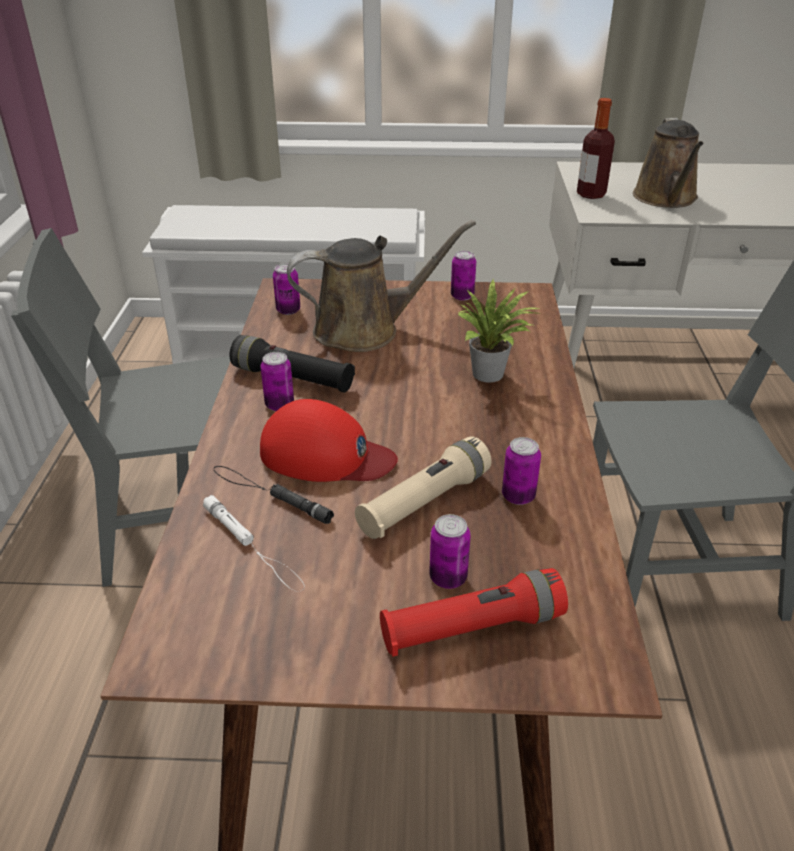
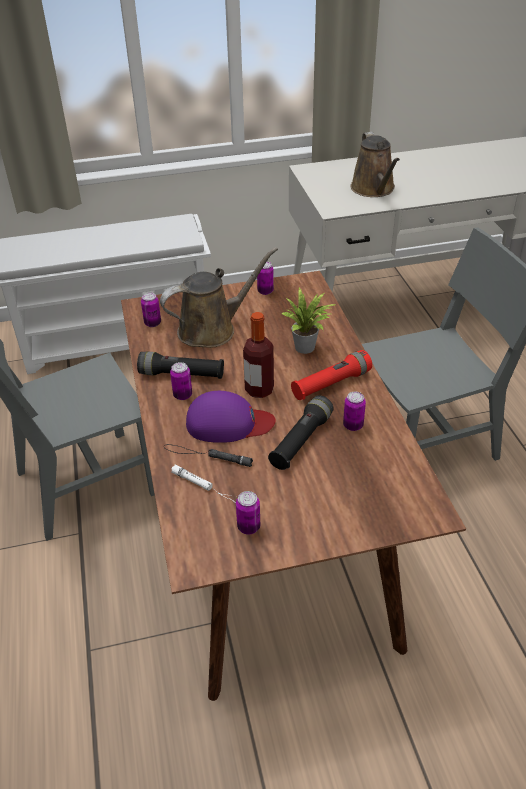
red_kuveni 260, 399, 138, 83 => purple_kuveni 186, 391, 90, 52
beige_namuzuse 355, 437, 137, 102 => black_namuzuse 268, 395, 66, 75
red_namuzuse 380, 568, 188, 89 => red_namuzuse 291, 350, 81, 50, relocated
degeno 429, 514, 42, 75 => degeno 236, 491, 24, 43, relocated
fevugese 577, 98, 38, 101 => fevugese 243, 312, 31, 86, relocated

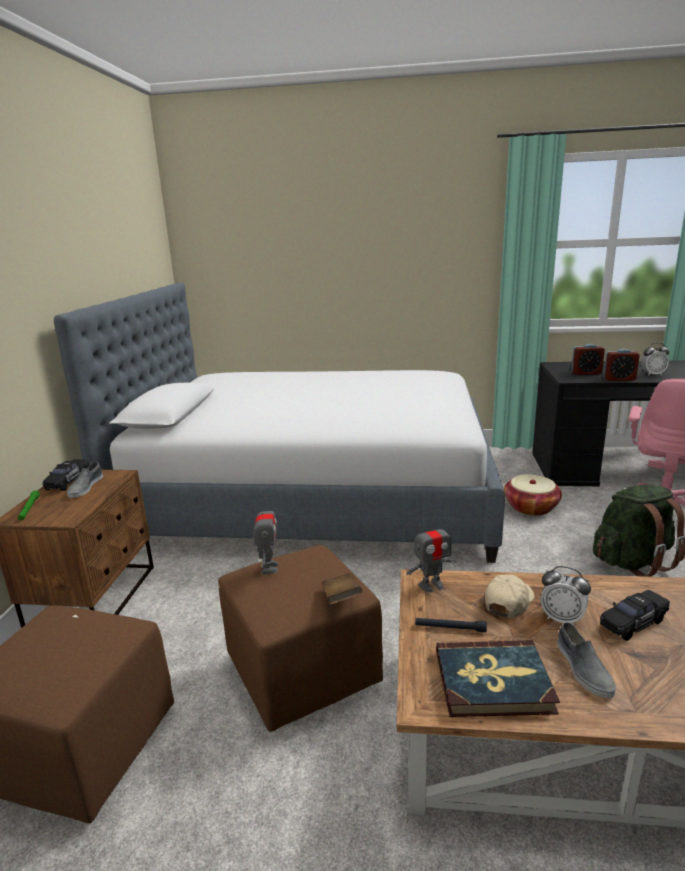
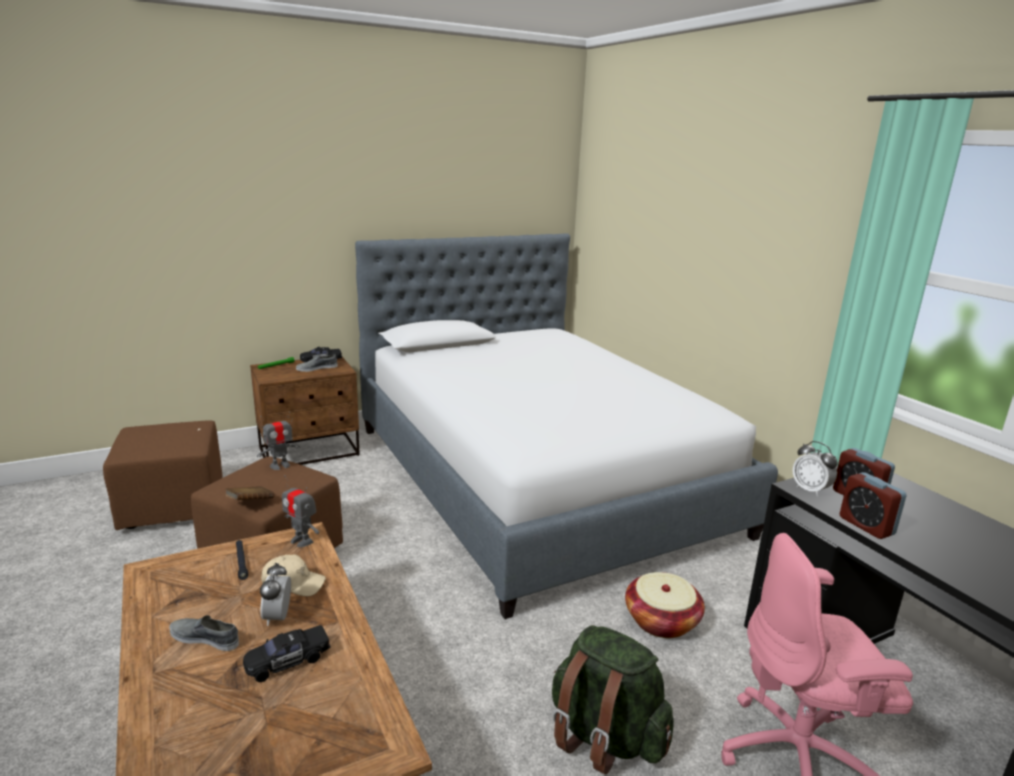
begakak 436, 640, 124, 77 => nothing
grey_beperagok 557, 622, 59, 76 => grey_beperagok 169, 615, 70, 36, 60 degrees clockwise
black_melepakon 600, 590, 70, 51 => black_melepakon 243, 625, 88, 57, 60 degrees counterclockwise
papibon 640, 343, 29, 33 => papibon 792, 441, 46, 56, relocated

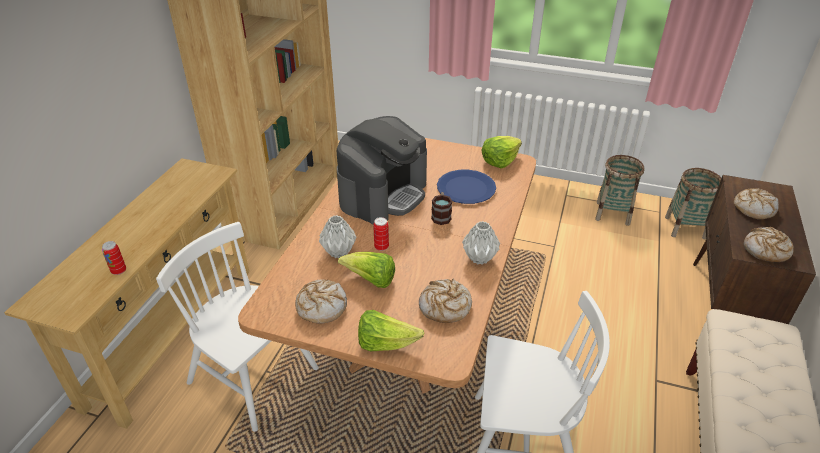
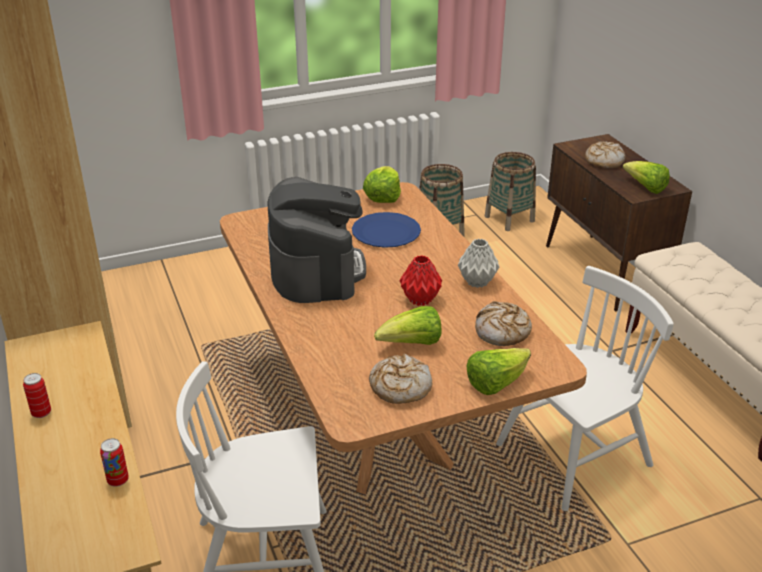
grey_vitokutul 319, 215, 37, 43 => nothing
degeno 373, 217, 16, 34 => degeno 23, 373, 28, 45, relocated
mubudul 431, 192, 21, 33 => nothing
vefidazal 744, 227, 50, 35 => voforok 623, 161, 47, 33
nothing => red_vitokutul 400, 255, 42, 51

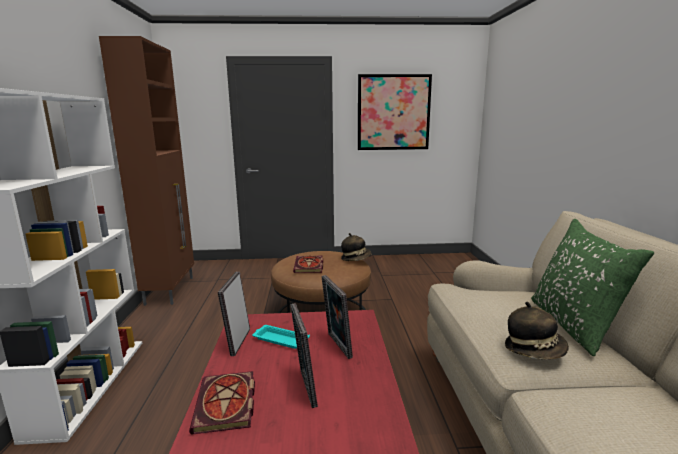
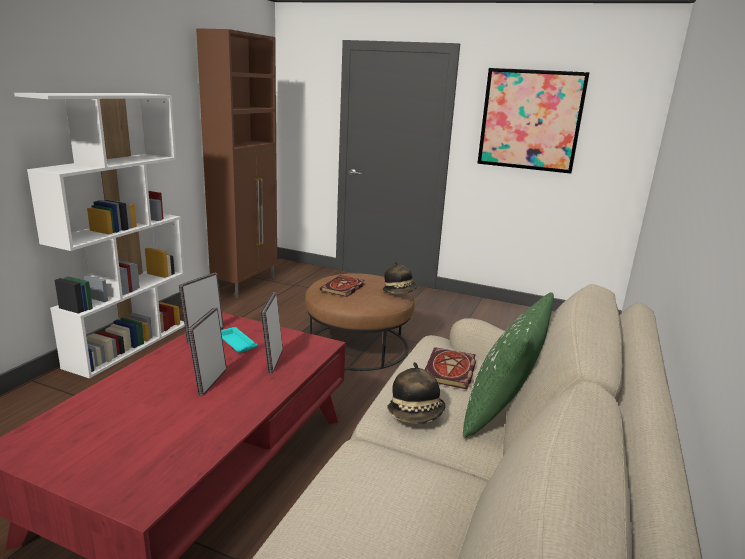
begakak 189, 371, 66, 64 => begakak 425, 347, 51, 43, relocated

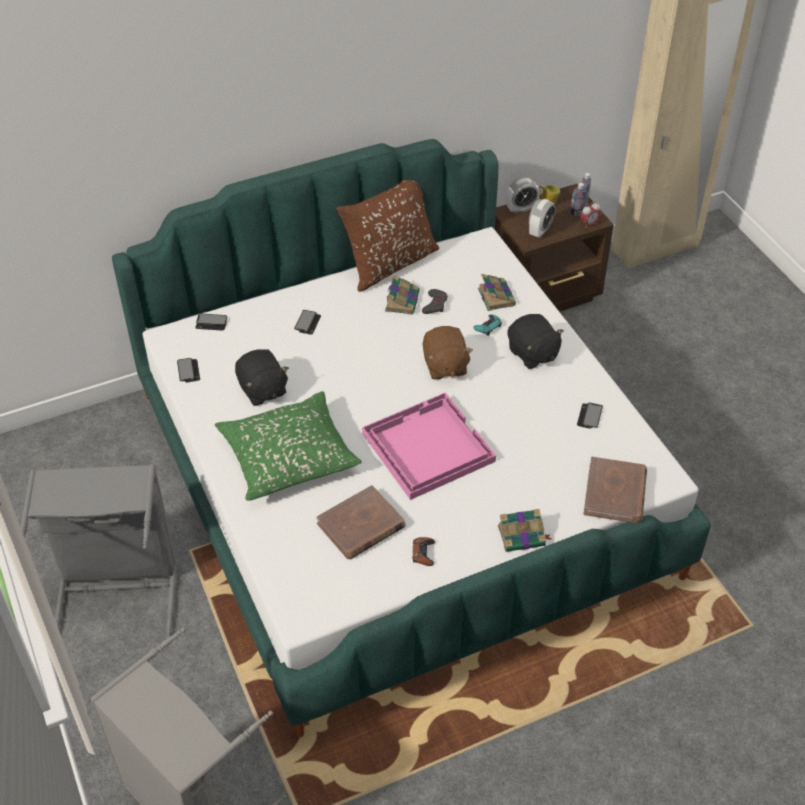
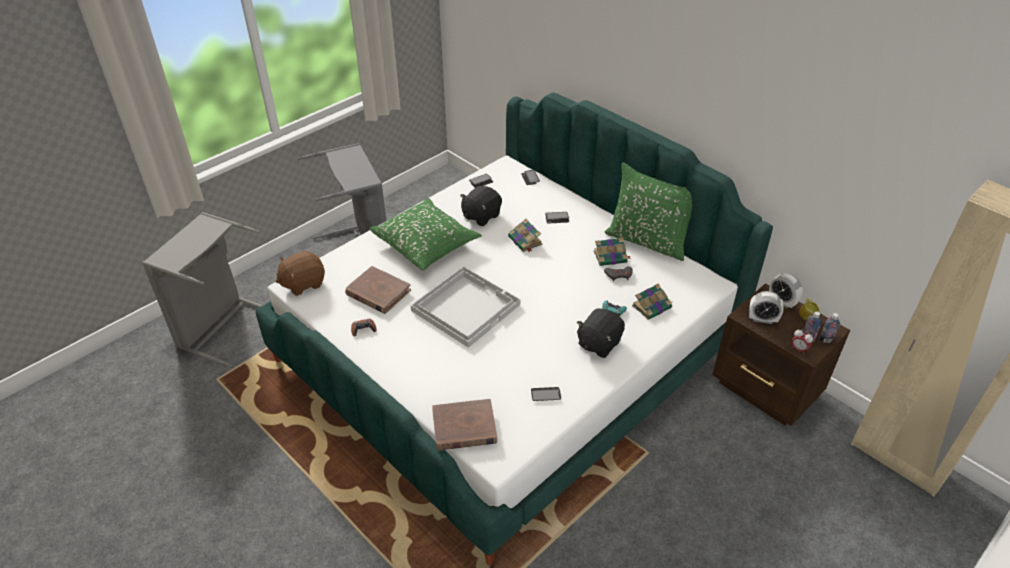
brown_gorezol 336, 180, 103, 112 => green_gorezol 605, 162, 87, 99
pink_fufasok 362, 392, 134, 108 => white_fufasok 410, 266, 110, 82
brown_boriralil 422, 326, 51, 54 => brown_boriralil 276, 251, 49, 45, relocated
begakak 498, 509, 53, 43 => begakak 508, 219, 35, 34, relocated

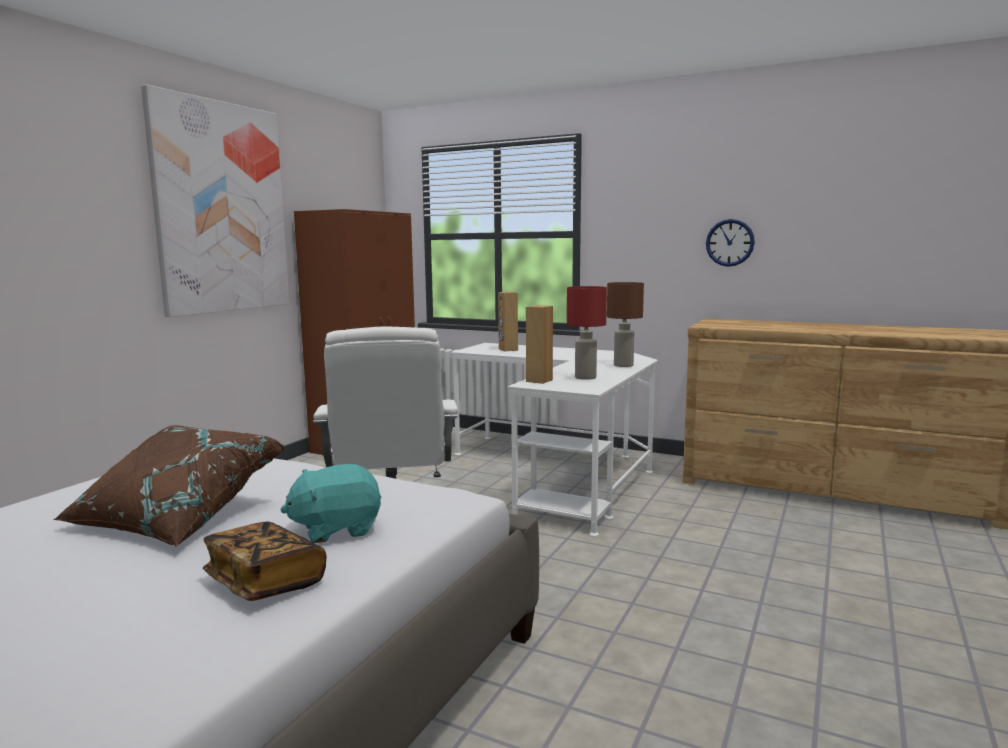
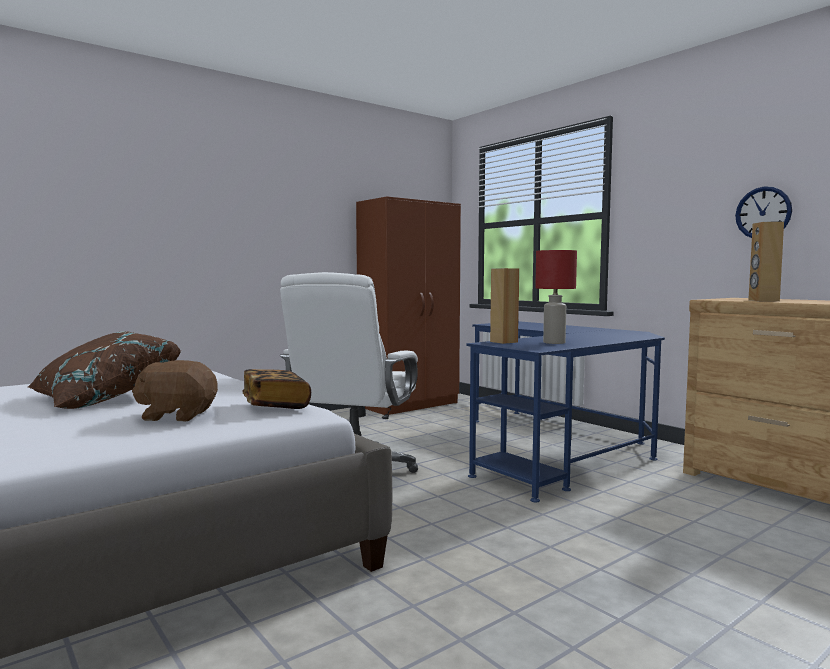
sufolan 141, 85, 148, 232 => nothing
begakak 203, 522, 123, 79 => begakak 242, 369, 69, 40, relocated
turquoise_boriralil 281, 464, 100, 79 => brown_boriralil 132, 360, 86, 61
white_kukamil 450, 343, 208, 194 => blue_kukamil 466, 321, 199, 181
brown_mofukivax 498, 292, 20, 60 => brown_mofukivax 748, 222, 36, 79, relocated
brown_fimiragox 607, 282, 37, 85 => nothing

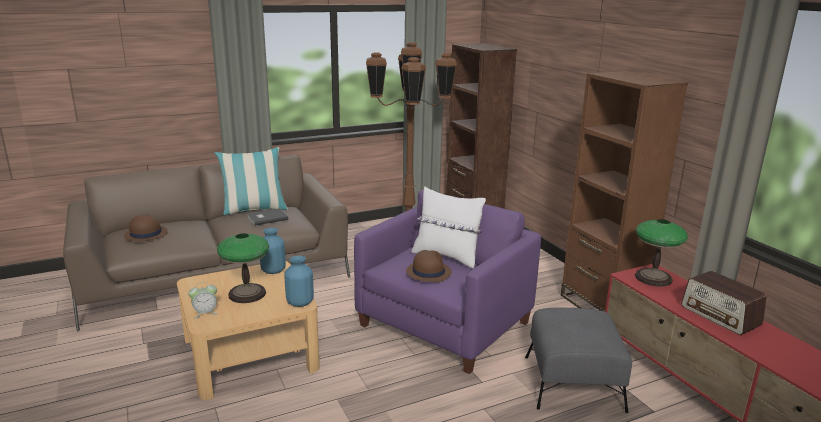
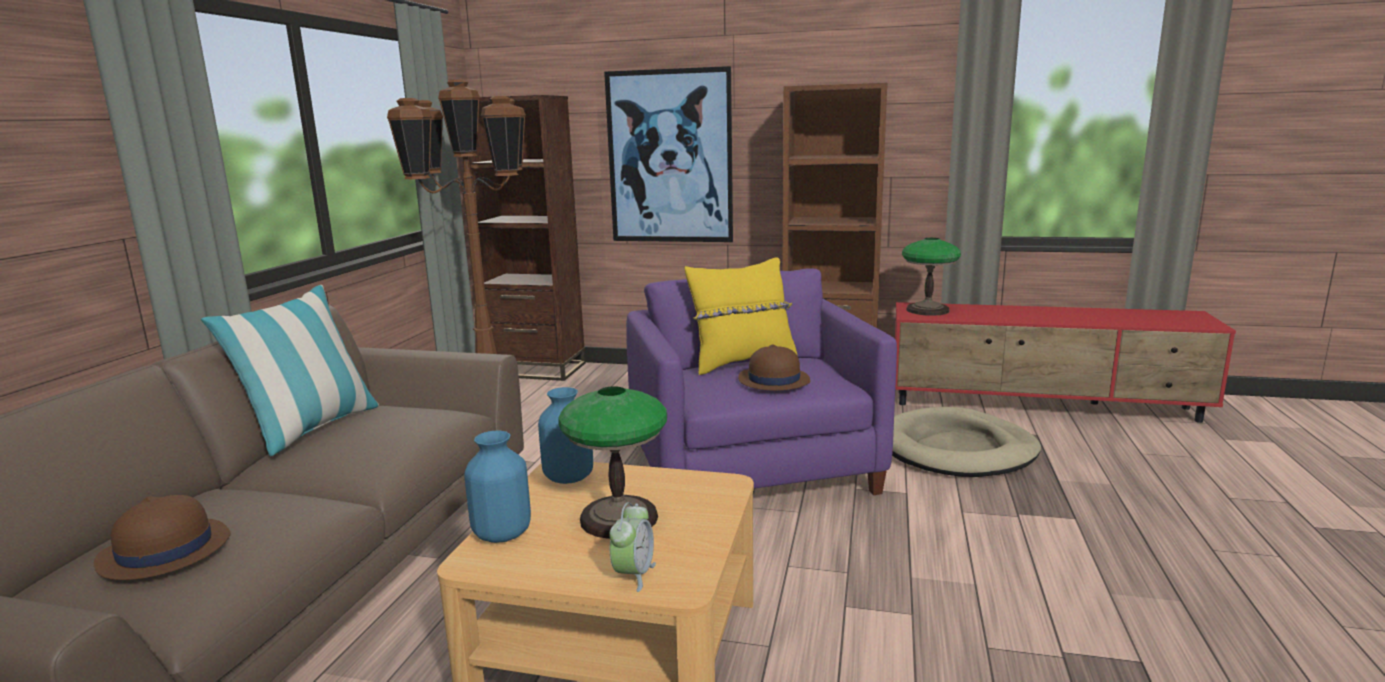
grey_begakak 247, 208, 41, 18 => nothing
blue_vitokutul 284, 256, 30, 51 => blue_vitokutul 464, 430, 67, 113, relocated
white_gorezol 411, 187, 75, 82 => yellow_gorezol 684, 257, 113, 118
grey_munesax 525, 308, 107, 105 => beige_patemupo 892, 407, 149, 70
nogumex 681, 271, 85, 64 => nothing
nothing => sufolan 604, 66, 129, 176

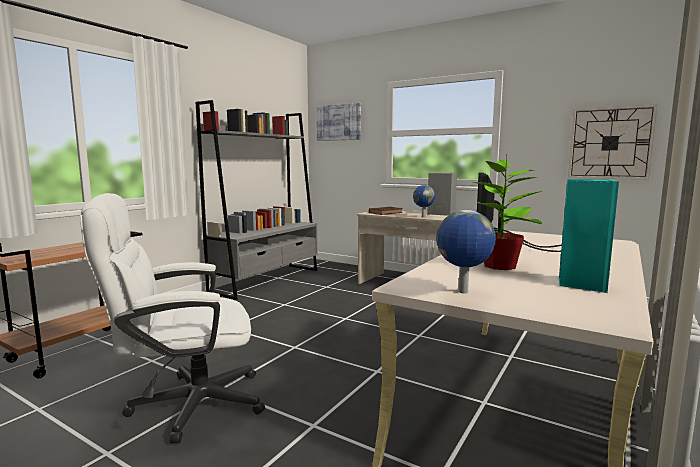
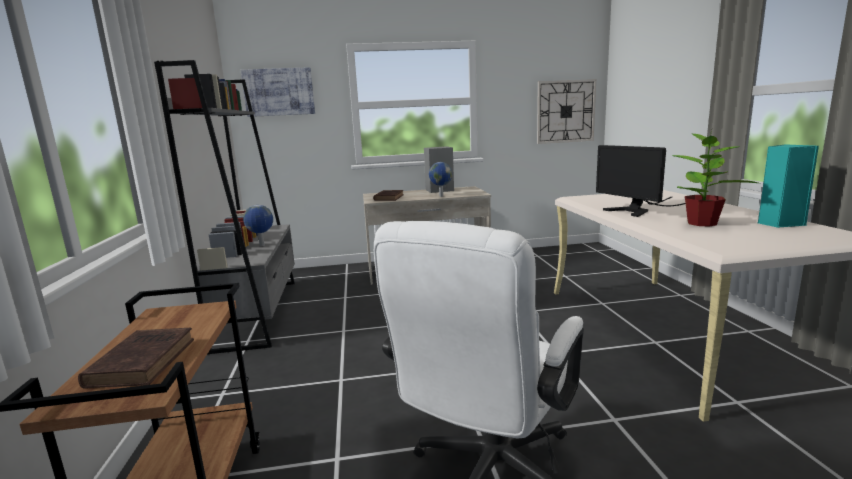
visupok 436, 210, 60, 84 => visupok 243, 205, 30, 41, relocated
nothing => brown_begakak 78, 328, 116, 61

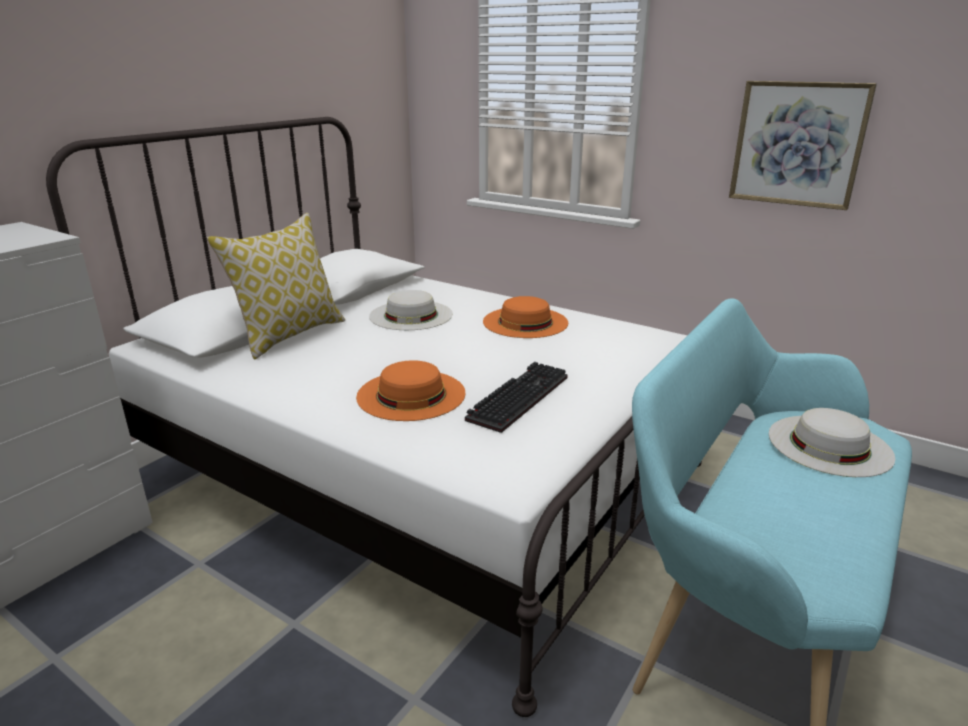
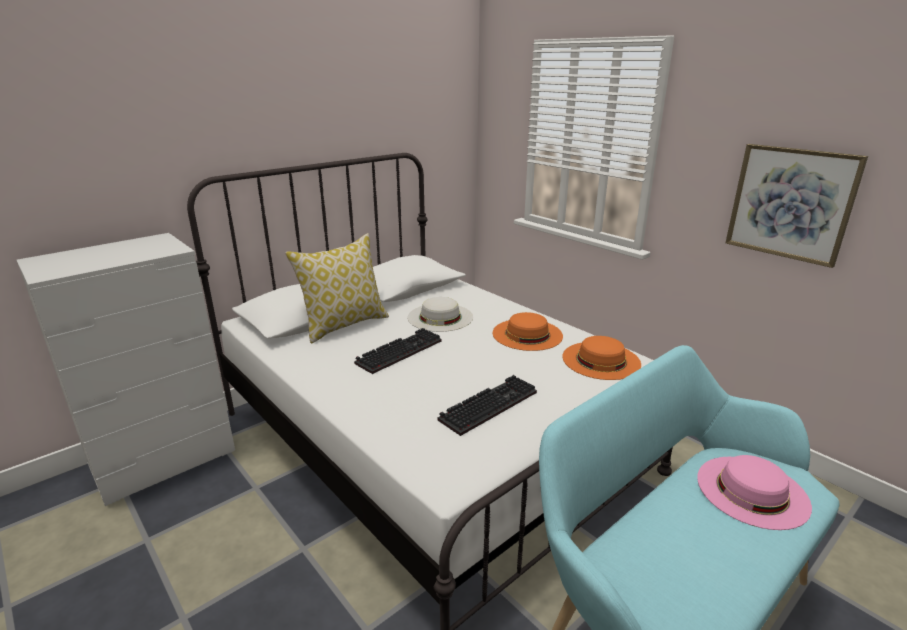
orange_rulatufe 356, 360, 110, 61 => orange_rulatufe 562, 336, 79, 44, relocated
white_rulatufe 769, 408, 127, 69 => pink_rulatufe 697, 455, 115, 75
nothing => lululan 354, 328, 88, 46

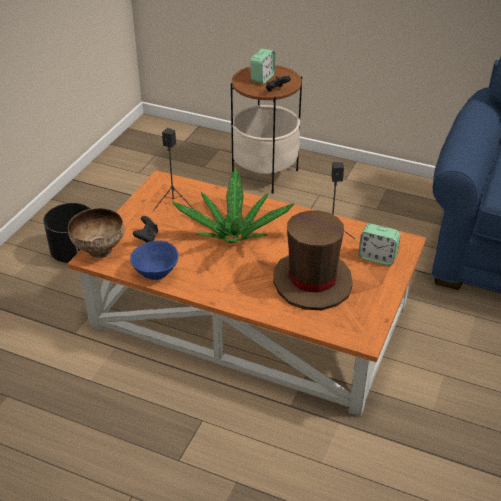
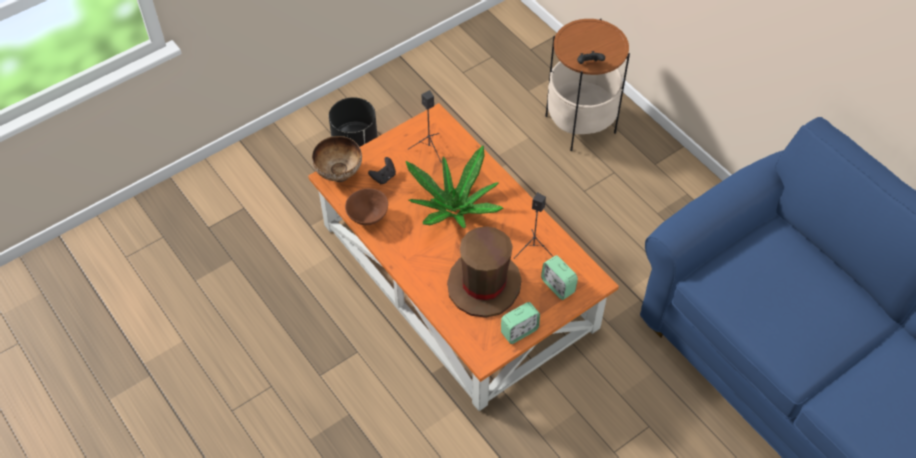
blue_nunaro 130, 241, 49, 39 => brown_nunaro 345, 189, 43, 36
papibon 250, 49, 25, 35 => papibon 501, 302, 39, 42, relocated

